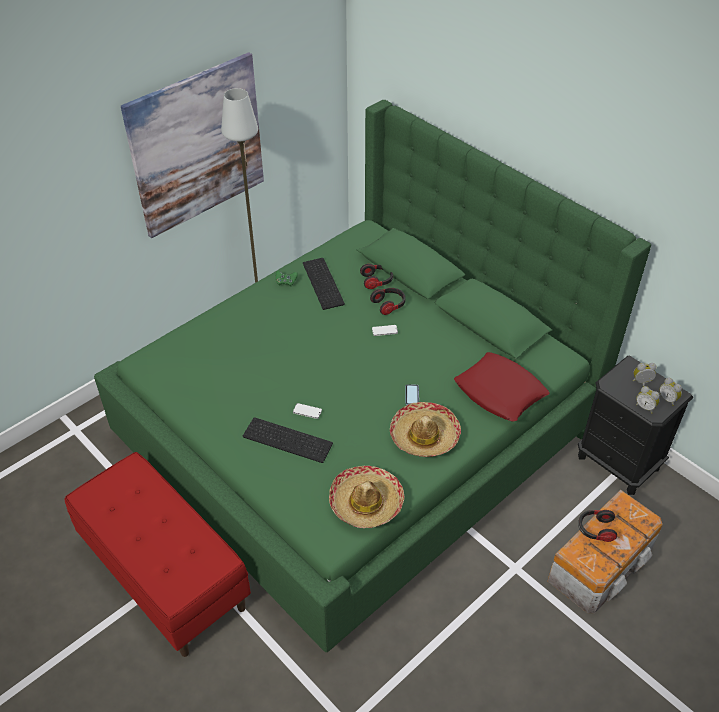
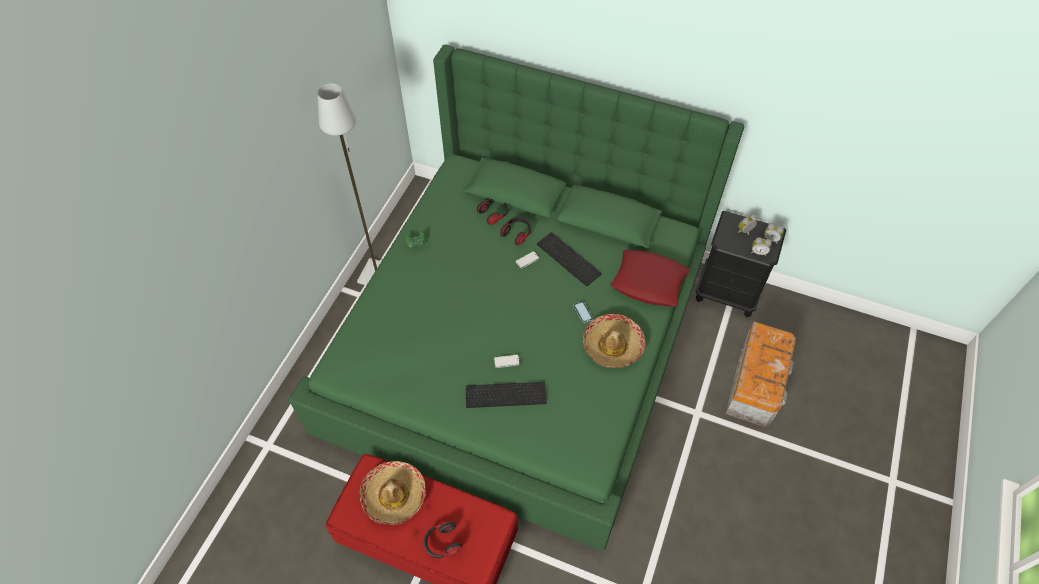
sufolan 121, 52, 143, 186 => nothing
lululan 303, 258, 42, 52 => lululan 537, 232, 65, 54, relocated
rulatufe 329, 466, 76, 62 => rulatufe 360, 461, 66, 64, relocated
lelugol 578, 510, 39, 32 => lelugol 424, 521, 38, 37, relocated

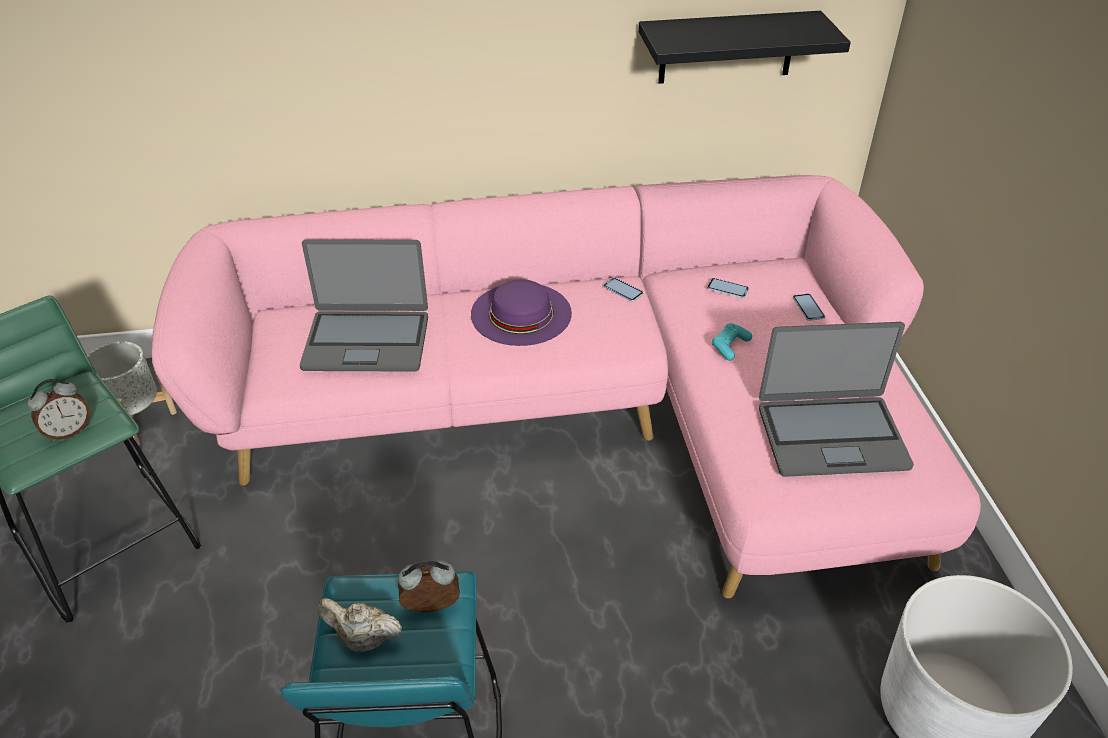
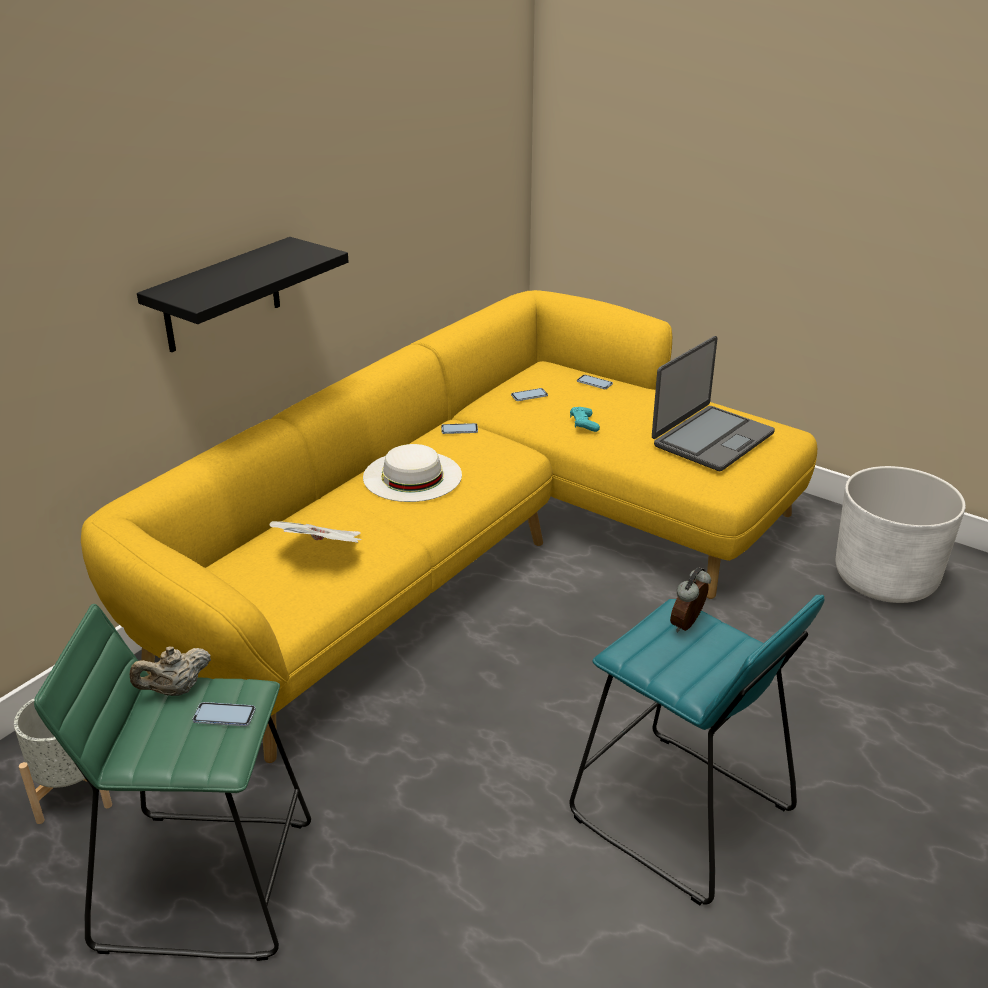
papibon 27, 379, 63, 62 => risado 193, 702, 63, 24
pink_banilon 152, 175, 829, 424 => yellow_banilon 81, 290, 736, 473
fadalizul 300, 239, 128, 133 => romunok 269, 521, 93, 22
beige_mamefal 318, 598, 84, 54 => beige_mamefal 129, 647, 82, 49, relocated
purple_rulatufe 471, 280, 101, 66 => white_rulatufe 363, 444, 99, 58
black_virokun 638, 11, 213, 73 => black_virokun 137, 237, 212, 116, relocated

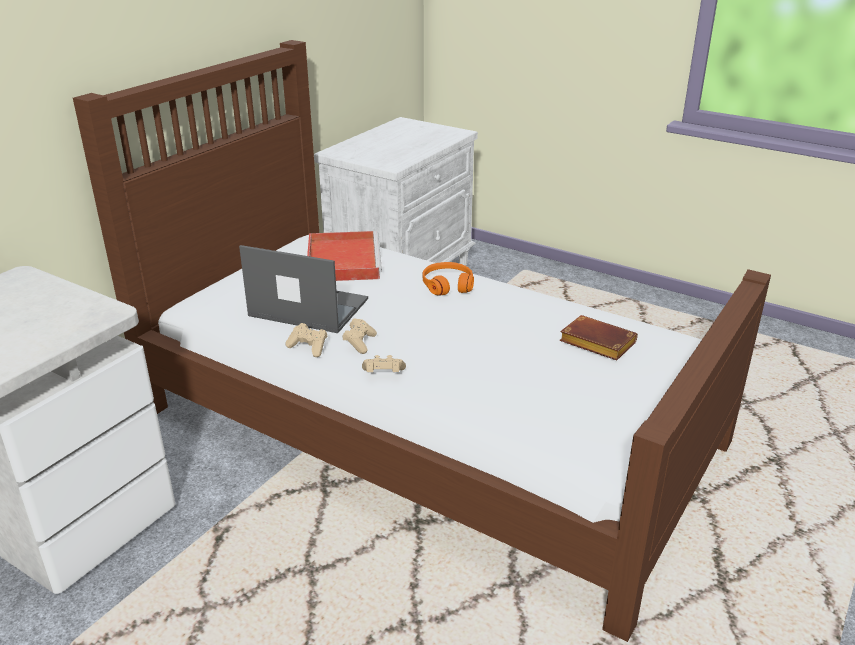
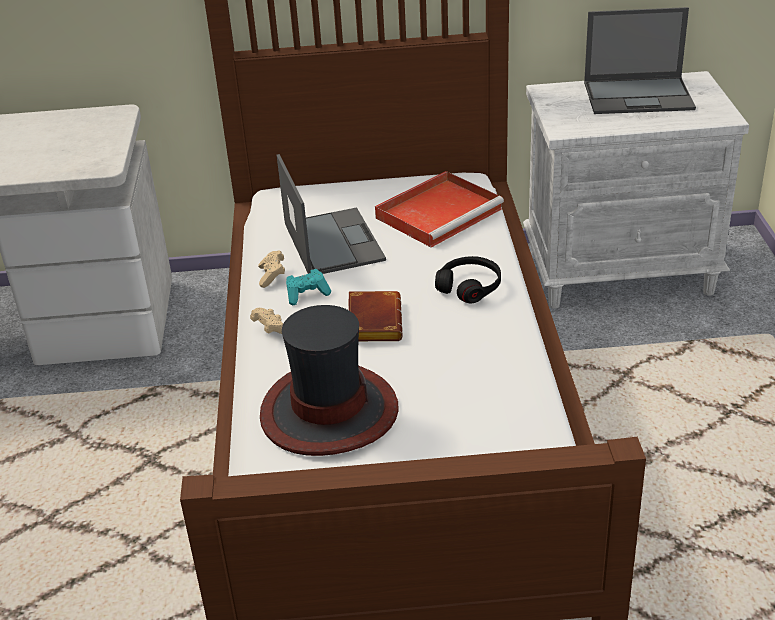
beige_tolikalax 342, 318, 35, 36 => turquoise_tolikalax 286, 269, 45, 36
orange_lelugol 423, 262, 51, 34 => black_lelugol 435, 256, 66, 47
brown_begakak 559, 315, 79, 45 => brown_begakak 348, 291, 55, 50, relocated
nothing => rulatufe 260, 305, 139, 151
nothing => fadalizul 584, 7, 112, 107

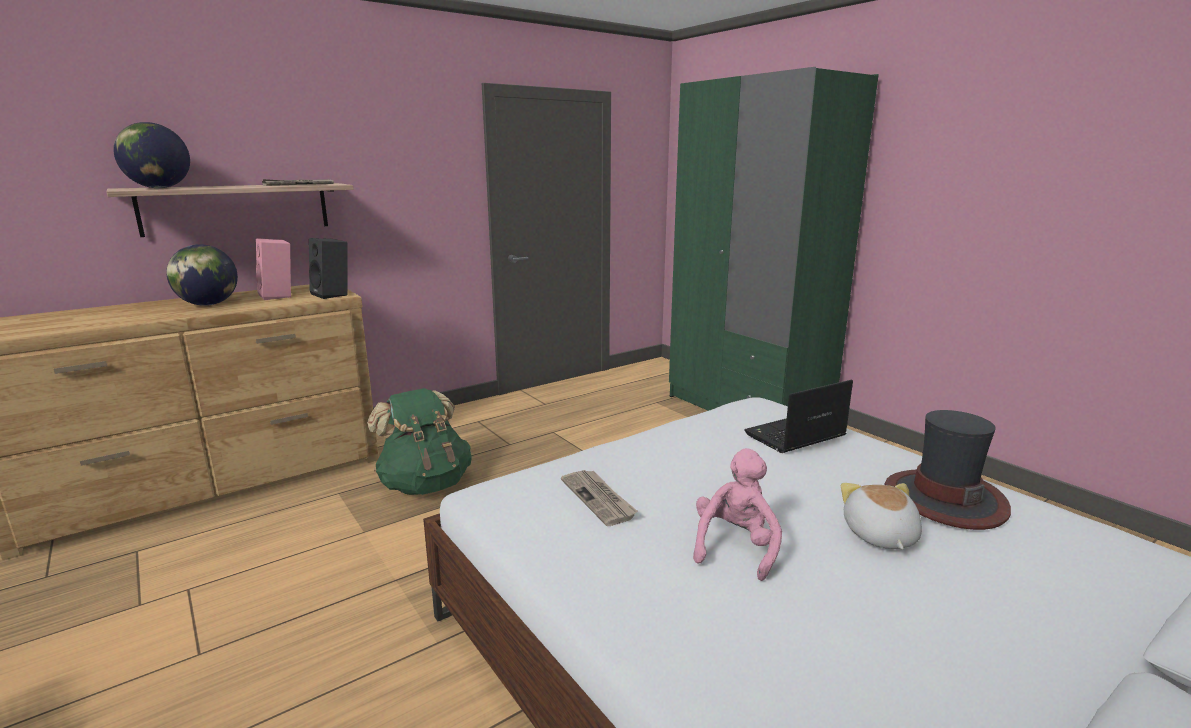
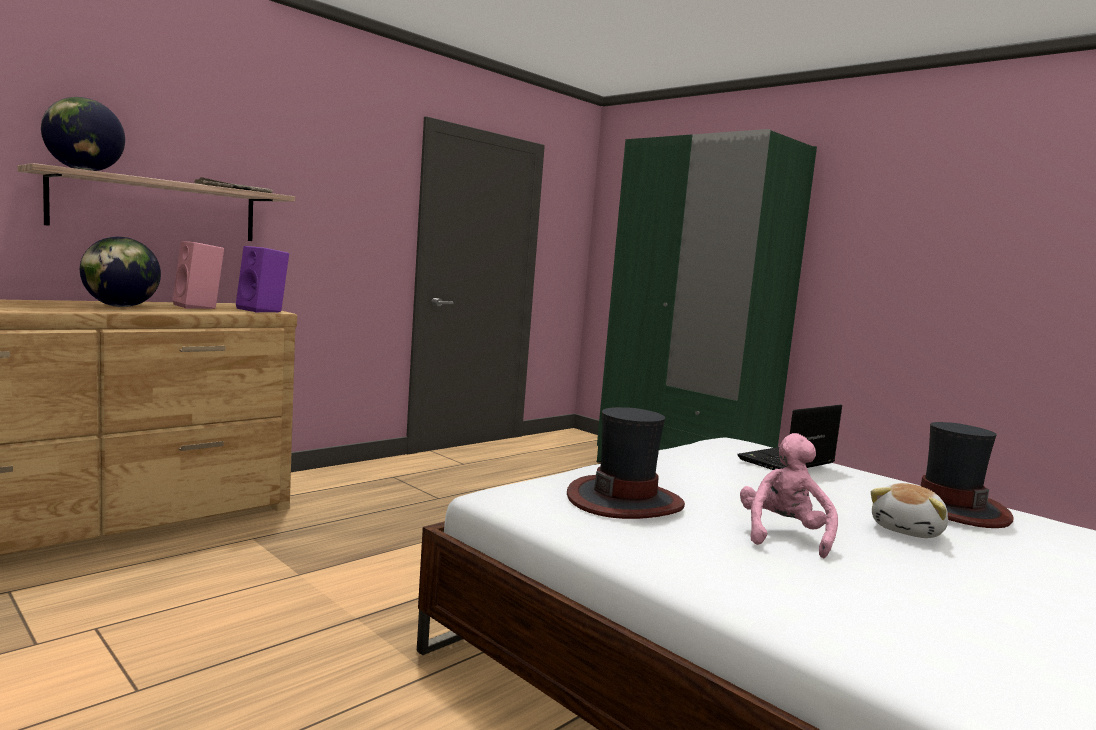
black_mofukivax 309, 238, 38, 61 => purple_mofukivax 236, 246, 53, 67
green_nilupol 367, 388, 105, 107 => nothing
romunok 561, 470, 77, 56 => rulatufe 567, 407, 118, 112
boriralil 841, 483, 81, 66 => boriralil 871, 483, 77, 55, 135 degrees counterclockwise

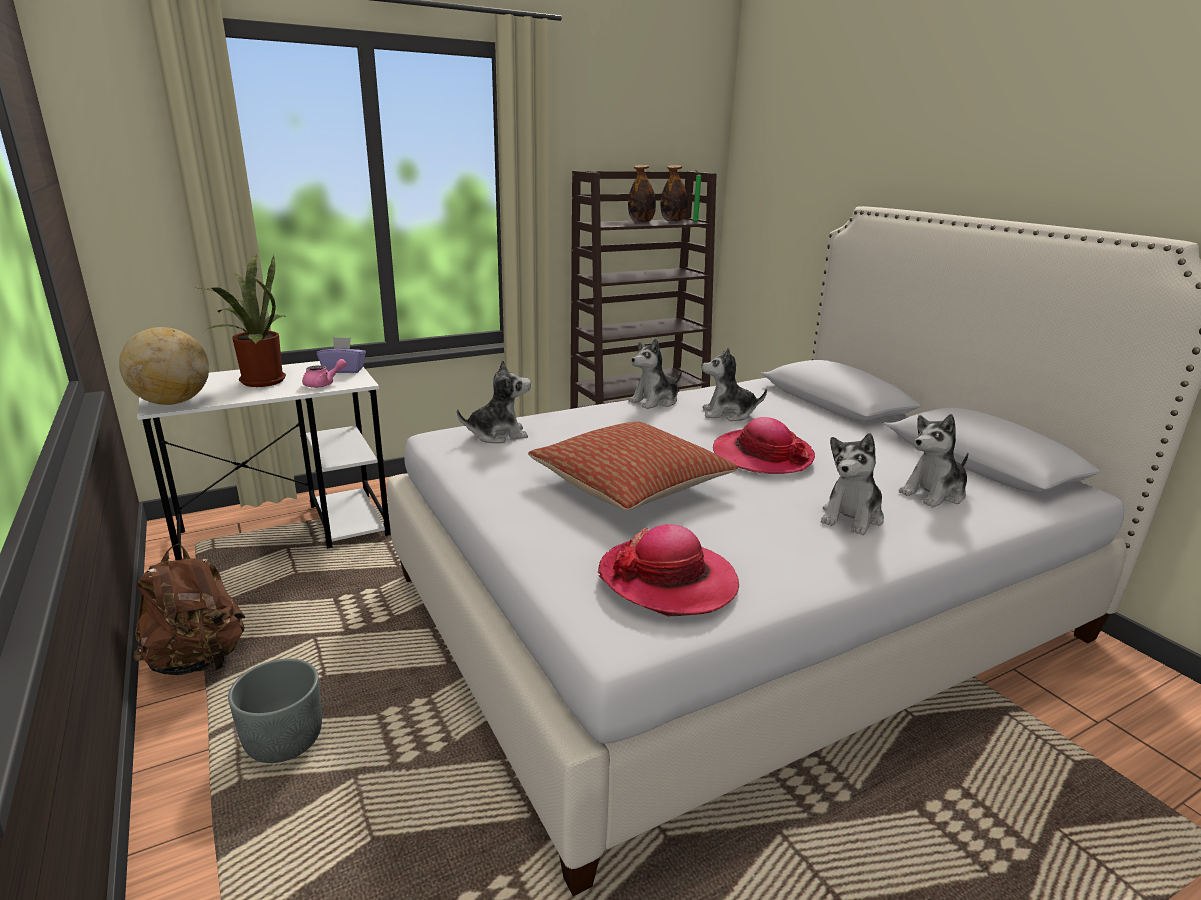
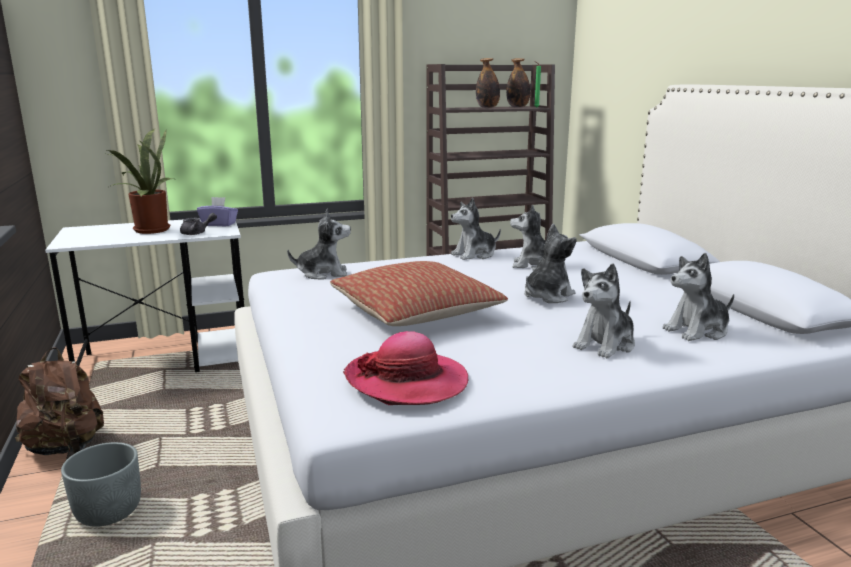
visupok 119, 327, 90, 78 => nothing
pink_mamefal 302, 359, 45, 29 => grey_mamefal 180, 213, 37, 22
rulatufe 713, 417, 102, 57 => boriralil 524, 224, 52, 79

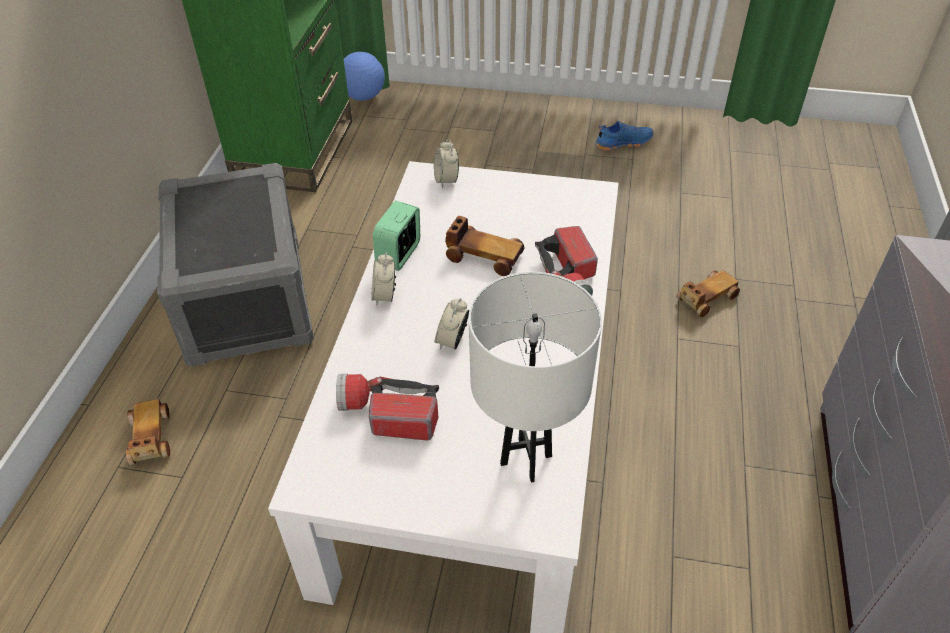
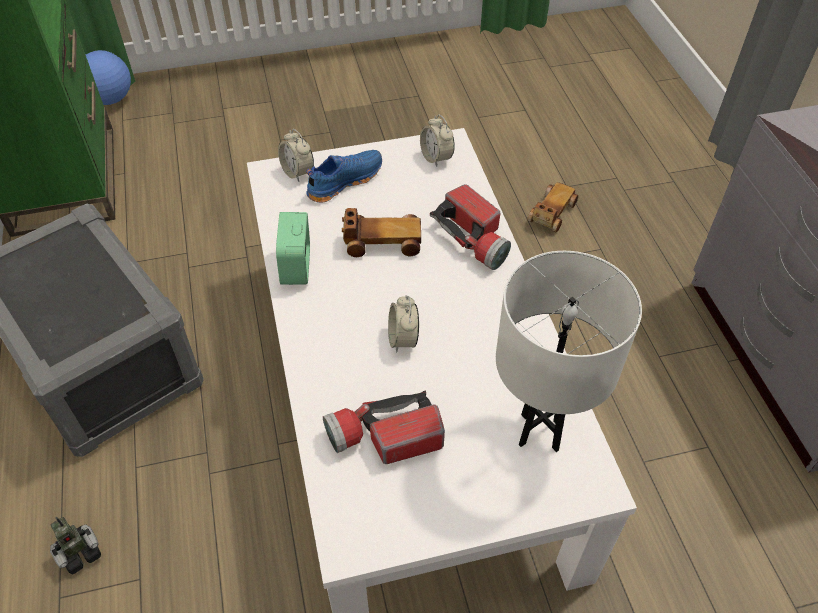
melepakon 126, 399, 44, 66 => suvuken 50, 517, 51, 57
papibon 371, 252, 25, 54 => papibon 420, 115, 35, 52, relocated
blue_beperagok 595, 121, 58, 30 => blue_beperagok 306, 150, 76, 53, relocated

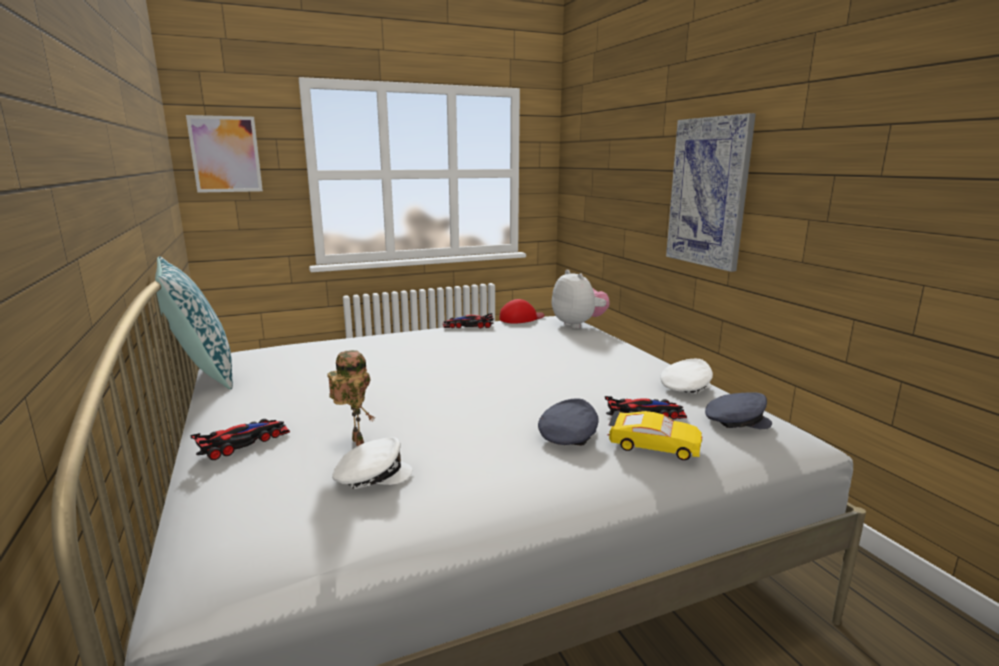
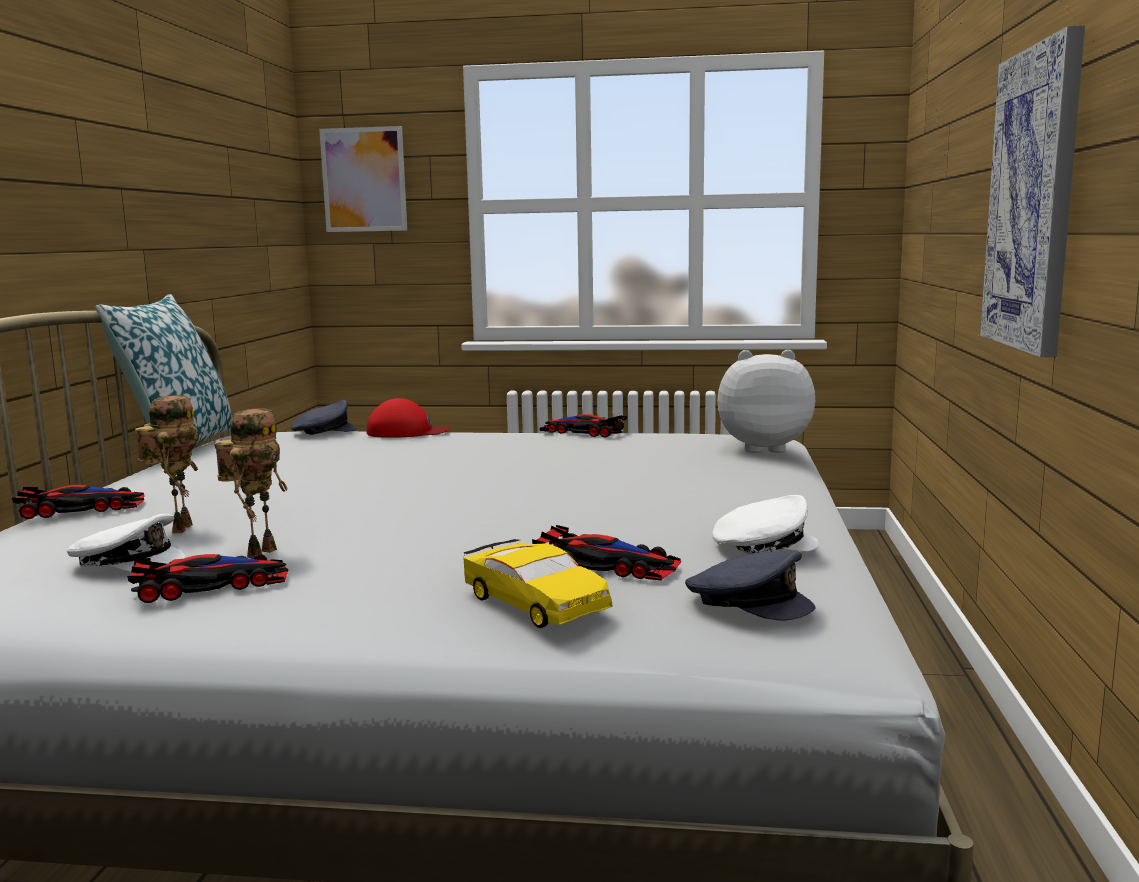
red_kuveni 499, 299, 46, 25 => red_kuveni 366, 398, 85, 40, relocated
grey_kuveni 538, 399, 61, 47 => grey_kuveni 291, 400, 67, 35, relocated
boriralil 552, 270, 58, 59 => boriralil 717, 350, 98, 103, 90 degrees counterclockwise
nothing => melepakon 127, 554, 162, 49
nothing => suvuken 214, 408, 73, 150

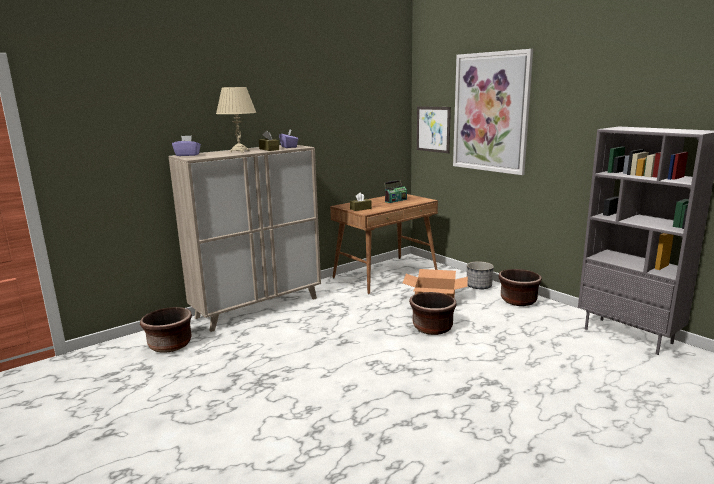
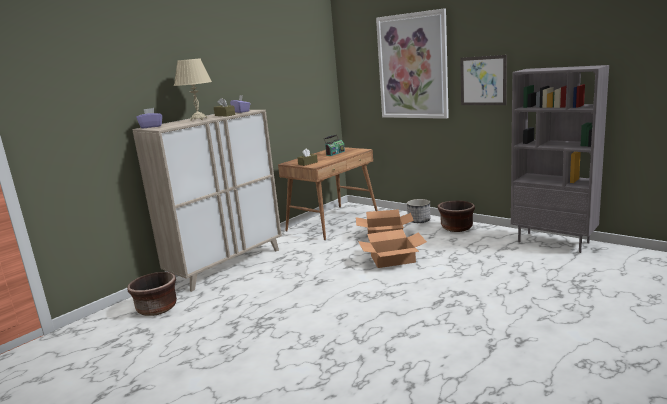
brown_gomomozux 409, 292, 48, 43 => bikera 358, 229, 69, 39
sufolan 417, 106, 34, 47 => sufolan 460, 55, 47, 50, relocated

